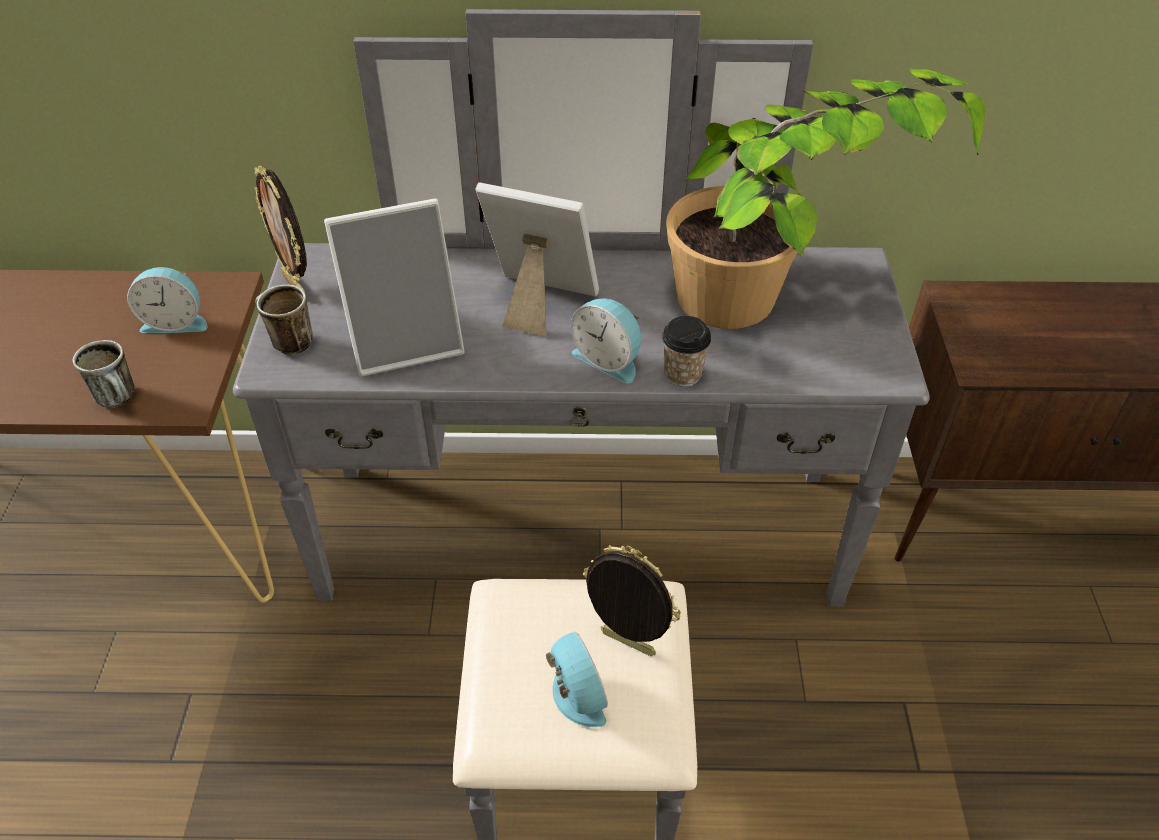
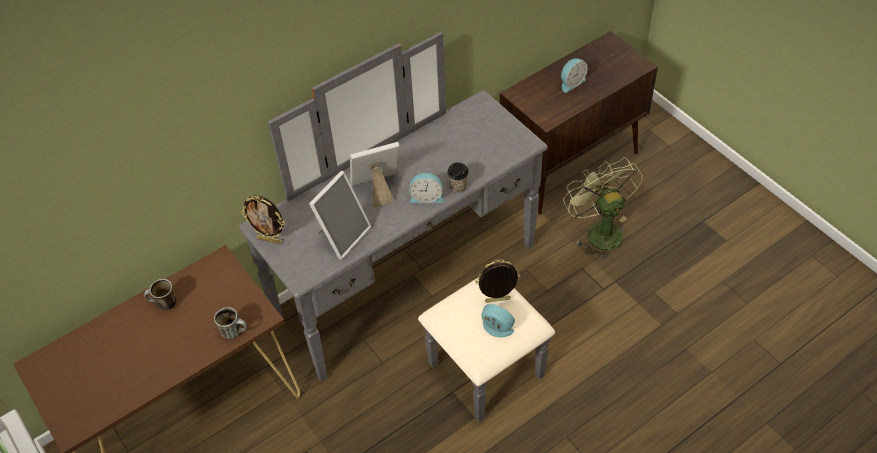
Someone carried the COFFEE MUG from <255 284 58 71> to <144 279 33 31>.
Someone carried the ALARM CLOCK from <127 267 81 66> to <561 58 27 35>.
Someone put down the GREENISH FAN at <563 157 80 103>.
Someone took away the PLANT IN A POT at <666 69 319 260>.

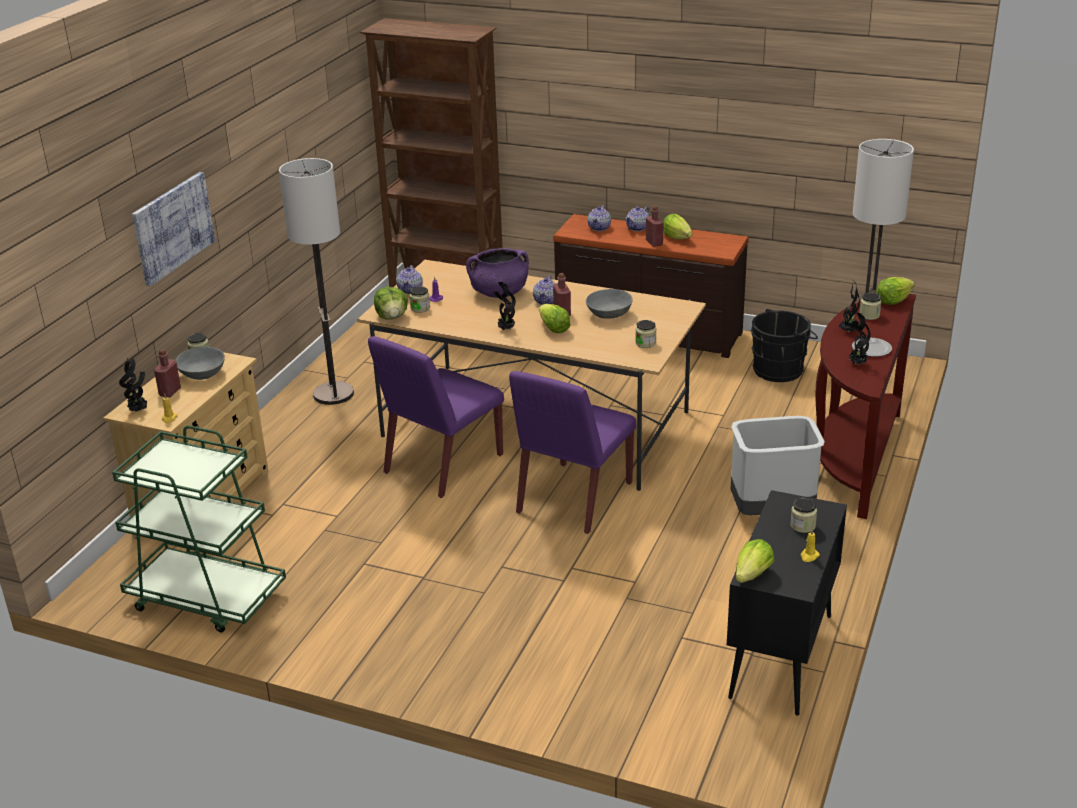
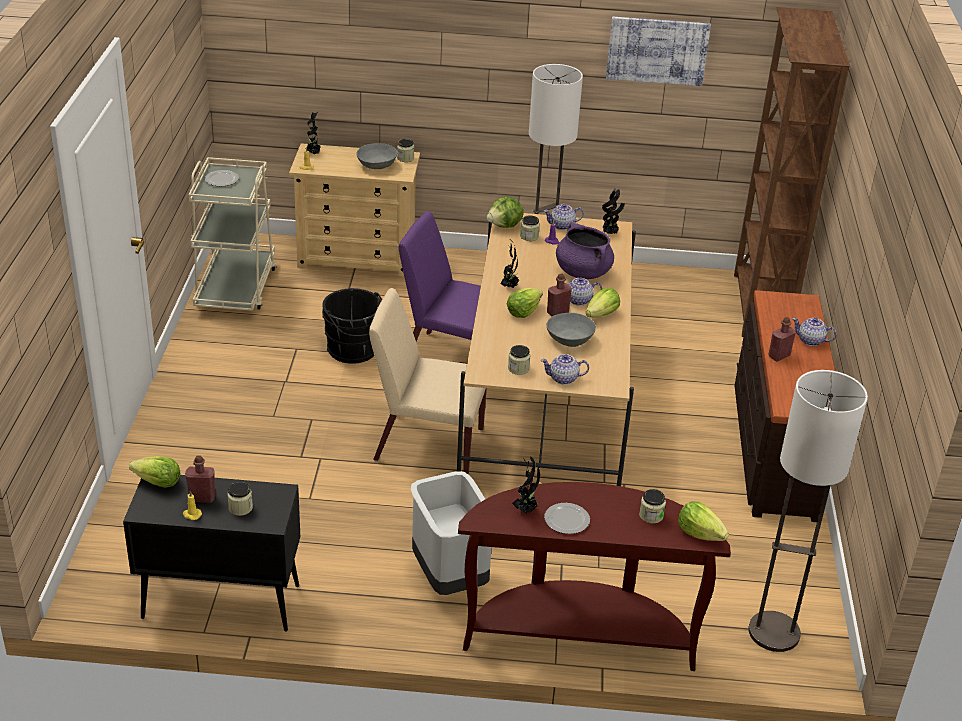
Someone carried the REDDISH BOTTLE from <154 349 27 49> to <185 455 31 48>.
Someone repainted the GREENISH CART at <112 425 174 208>, which became the BEIGE CART at <189 157 87 154>.
Someone put down the DINNER PLATE at <205 170 34 16>.
Someone carried the BLACKISH PAIL from <751 309 67 73> to <322 288 60 76>.
Someone repainted the PURPLE-COLOURED PLAIN CHAIR at <509 371 127 163>, which became the BEIGE PLAIN CHAIR at <369 288 118 186>.
Someone carried the POT FOR TEA from <587 205 24 26> to <541 354 48 31>.
Someone carried the HEAD OF LETTUCE from <663 214 30 26> to <586 288 34 30>.
Someone carried the PLANT IN A POT from <839 280 21 52> to <602 189 23 45>.
Someone carried the PICTURE from <132 172 83 114> to <606 17 105 69>.

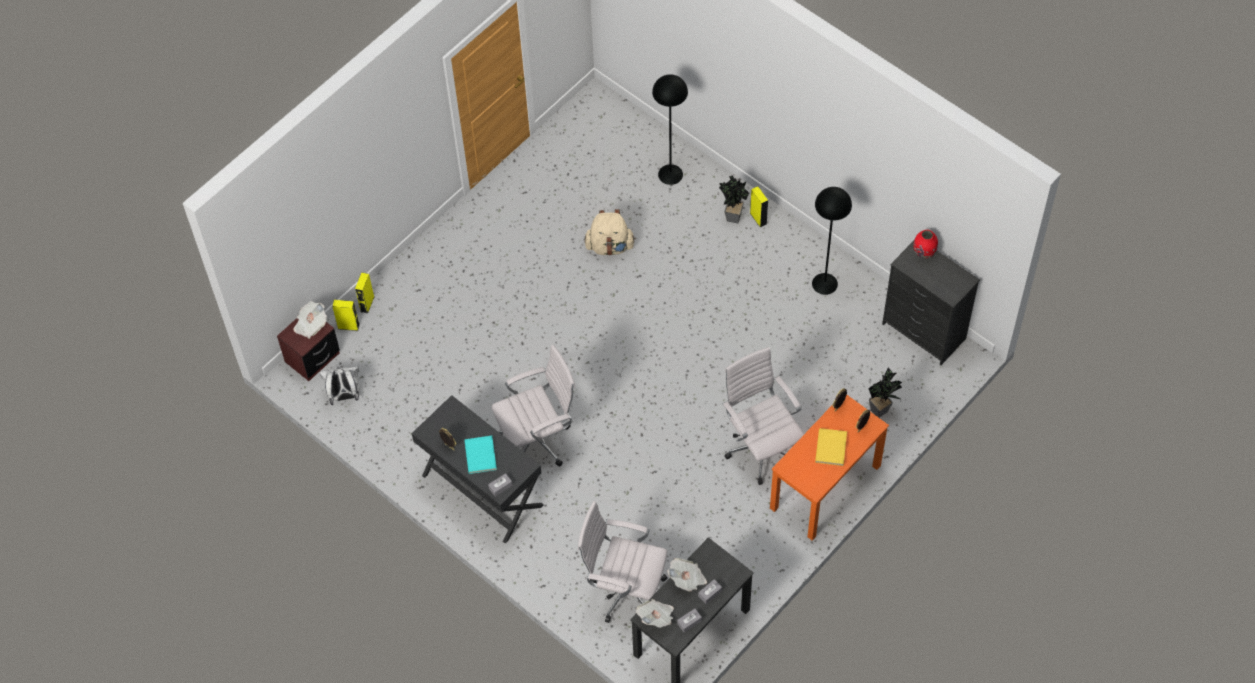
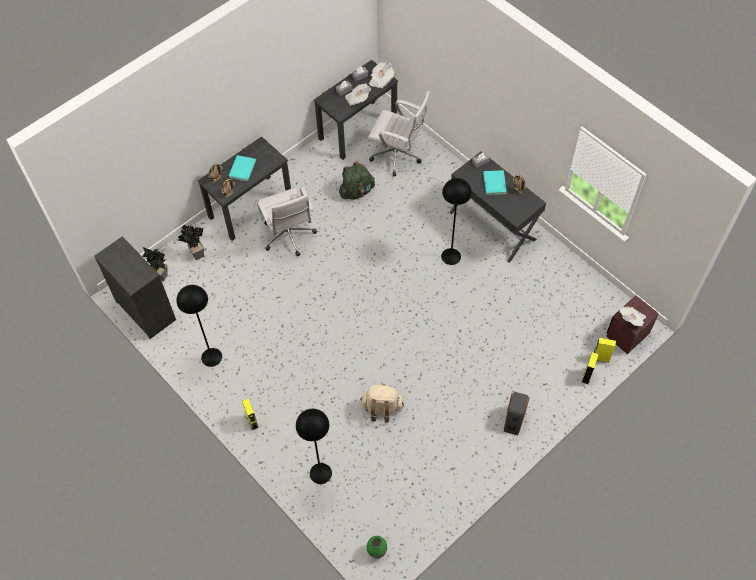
Someone carried the PLANT IN A POT from <719 175 30 48> to <143 248 25 33>.
Someone repainted the ORANGEY DESK at <770 395 119 145>, which became the BLACKISH DESK at <197 136 94 105>.
Someone repainted the YELLOW BOOK at <815 428 32 38>, which became the BLUE-GREEN BOOK at <229 155 27 26>.
Someone put down the GREENISH BACKPACK at <339 162 36 38>.
Someone put down the GREENISH DECORATIVE VASE at <367 536 20 23>.
Someone swapped the WHITISH DESK CHAIR at <491 345 84 121> for the BLACKISH STANDARD LAMP at <441 178 31 87>.
Someone put down the LOUDSPEAKER at <504 392 26 43>.
Someone took away the WHITISH BACKPACK at <320 366 40 39>.
Someone took away the REDDISH DECORATIVE VASE at <914 230 24 29>.

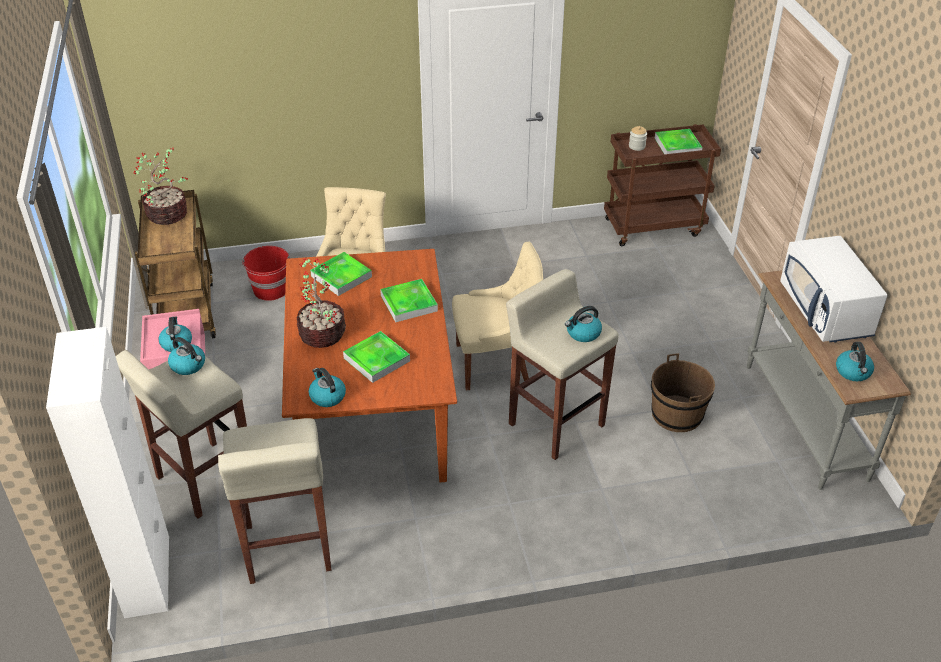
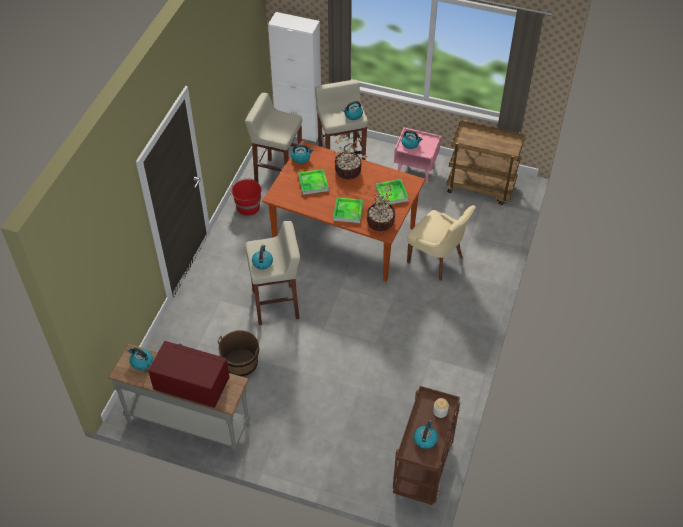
Someone repainted the WHITISH MICROWAVE at <780 236 108 106>, which became the REDDISH MICROWAVE at <148 341 82 67>.
Someone carried the REDDISH PAIL from <242 246 48 55> to <230 178 31 38>.
Someone carried the PLANT IN A POT from <133 148 55 77> to <367 184 28 47>.
Someone swapped the CARRYING TRAY at <655 129 47 25> for the WATER KETTLE at <414 420 24 29>.
Someone took away the BEIGE PLAIN CHAIR at <452 242 91 148>.

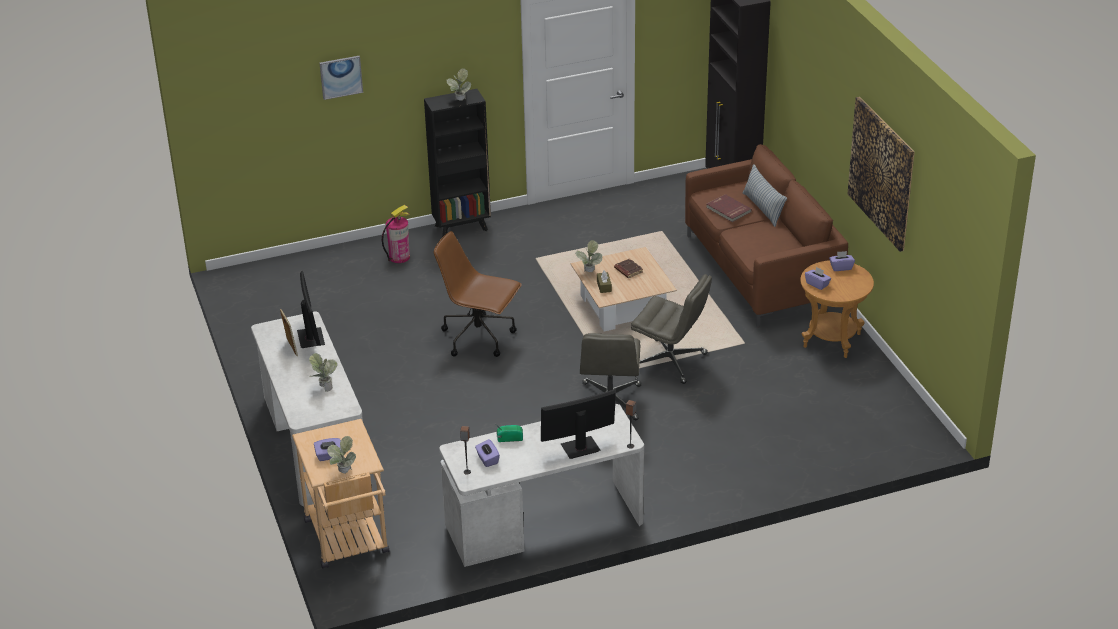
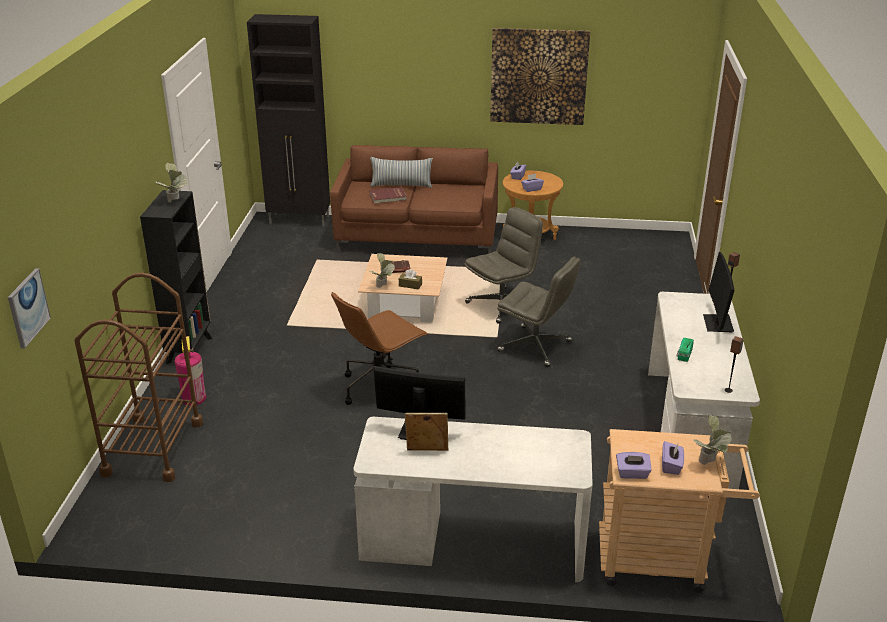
Someone carried the PICTURE from <320 56 43 44> to <8 268 43 81>.
Someone put down the BROWN CART at <75 273 128 209>.
Someone carried the PURPLE-COLOURED BOX OF TISSUES from <475 439 25 28> to <616 452 36 27>.
Someone took away the PLANT IN A POT at <309 353 29 39>.

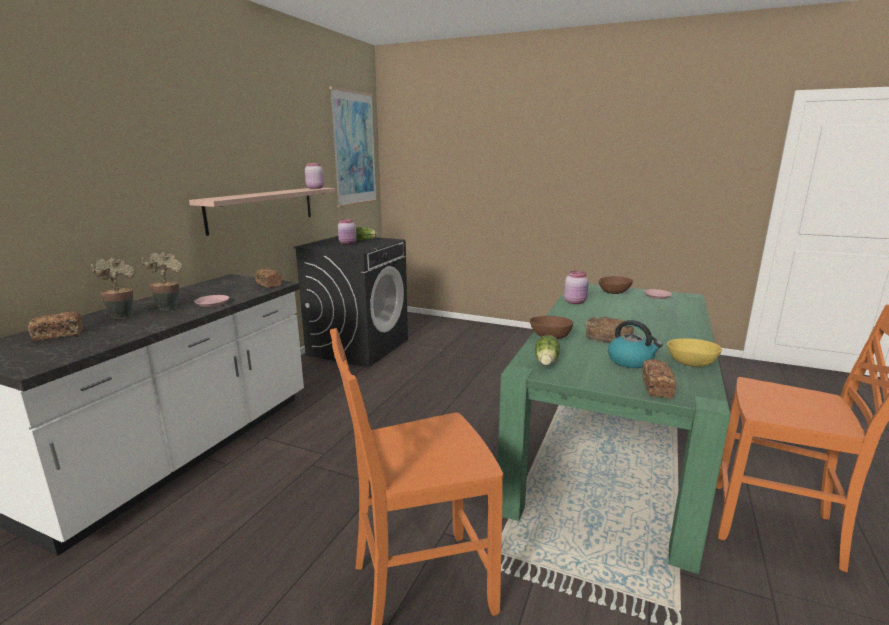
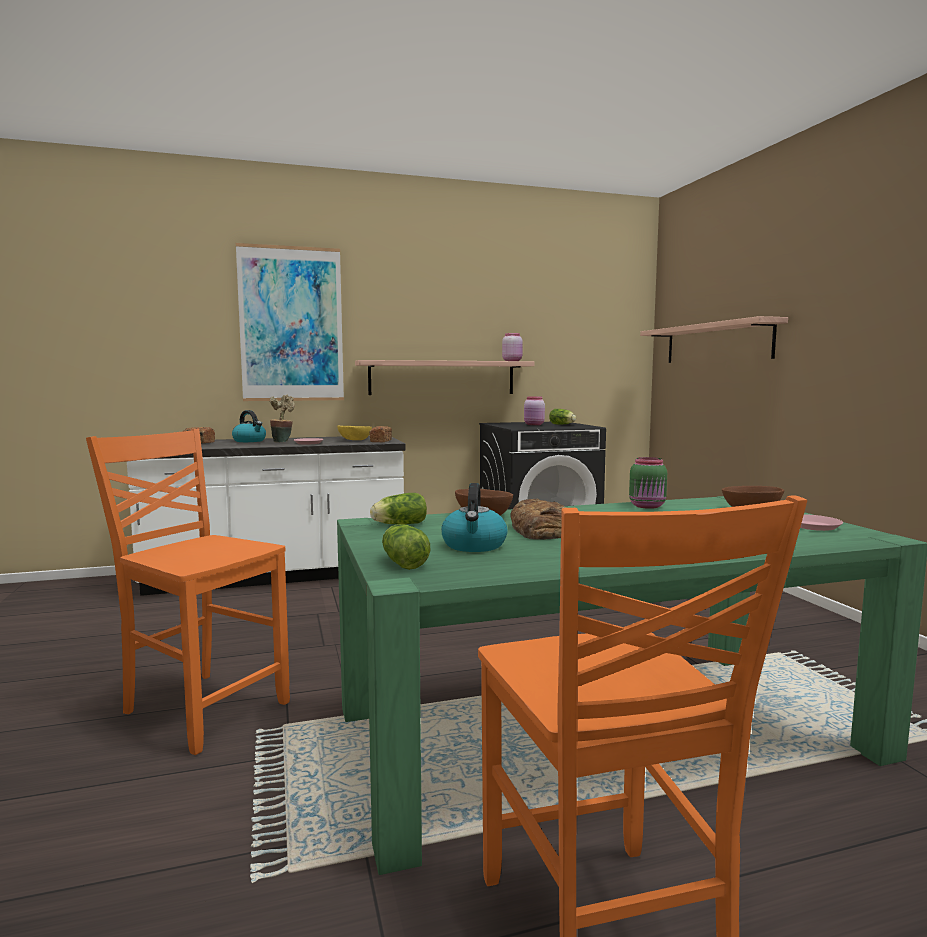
Someone swapped the PLANT IN A POT at <90 258 45 61> for the WATER KETTLE at <232 410 34 32>.
Someone carried the PICTURE from <329 86 48 122> to <236 243 108 158>.
Someone carried the YELLOW DEEP DISH from <667 338 55 29> to <337 426 35 14>.
Someone swapped the BAKED BREAD at <642 359 34 40> for the HEAD OF LETTUCE at <382 524 48 46>.
Someone repainted the PINK-COLOURED JAR at <564 271 25 33>, which became the GREENISH JAR at <629 457 38 52>.
Someone put up the BRACKET SHELF at <640 316 148 47>.

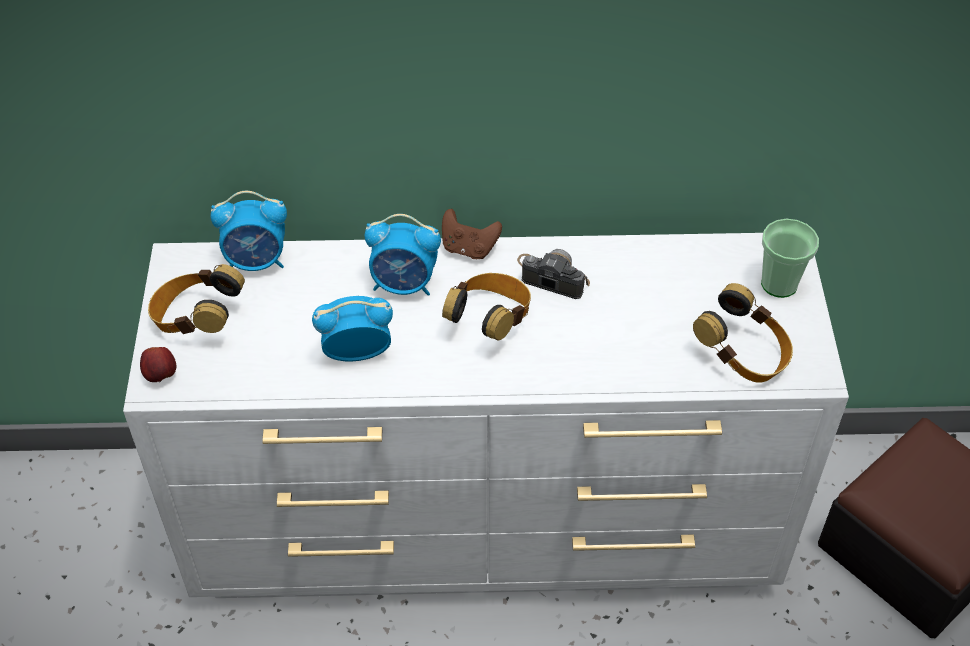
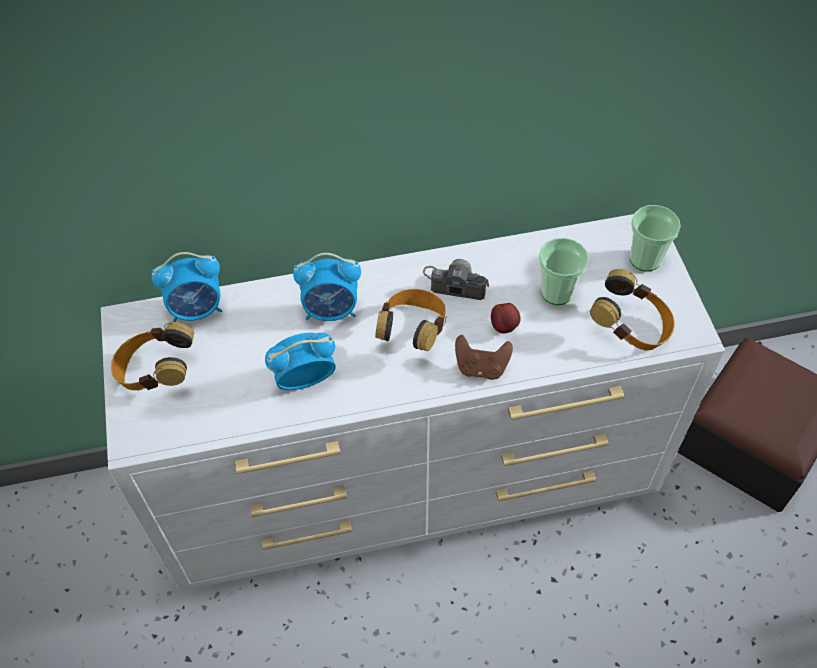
Someone carried the BROWN GAMEPAD from <442 209 60 50> to <455 335 58 45>.
Someone carried the WHOLE APPLE from <140 347 36 35> to <491 303 30 30>.
Someone put down the DRINKING CUP at <539 238 50 67>.

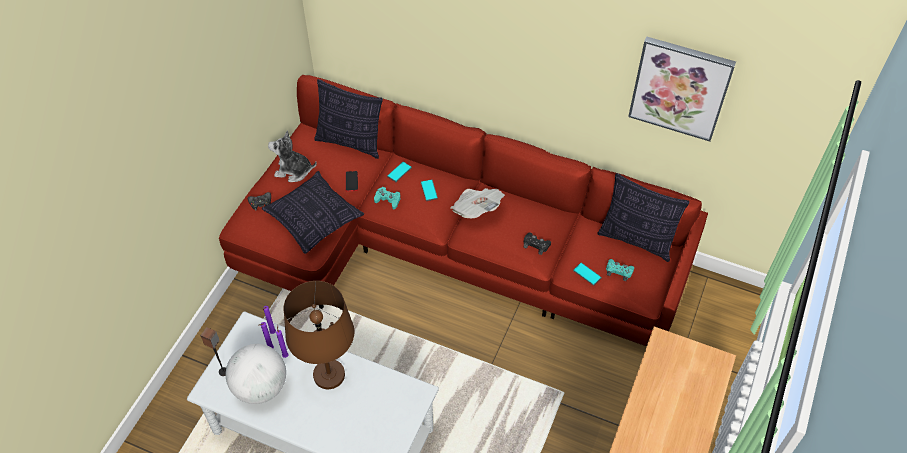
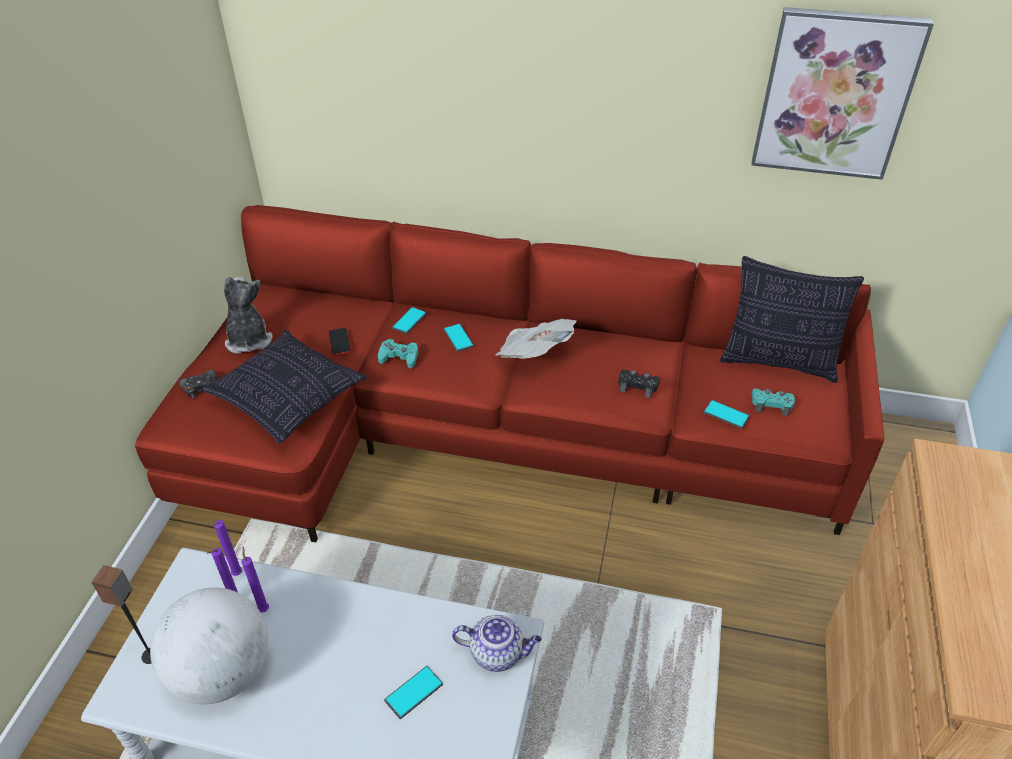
Someone rotated the CUDDLY TOY at <268 131 49 51> by 75 degrees clockwise.
Someone put down the PHONE at <384 666 59 53>.
Someone put down the POT FOR TEA at <452 615 90 57>.
Someone took away the BROWN TABLE LAMP at <284 281 70 108>.
Someone took away the THROW PILLOW at <314 79 69 80>.

